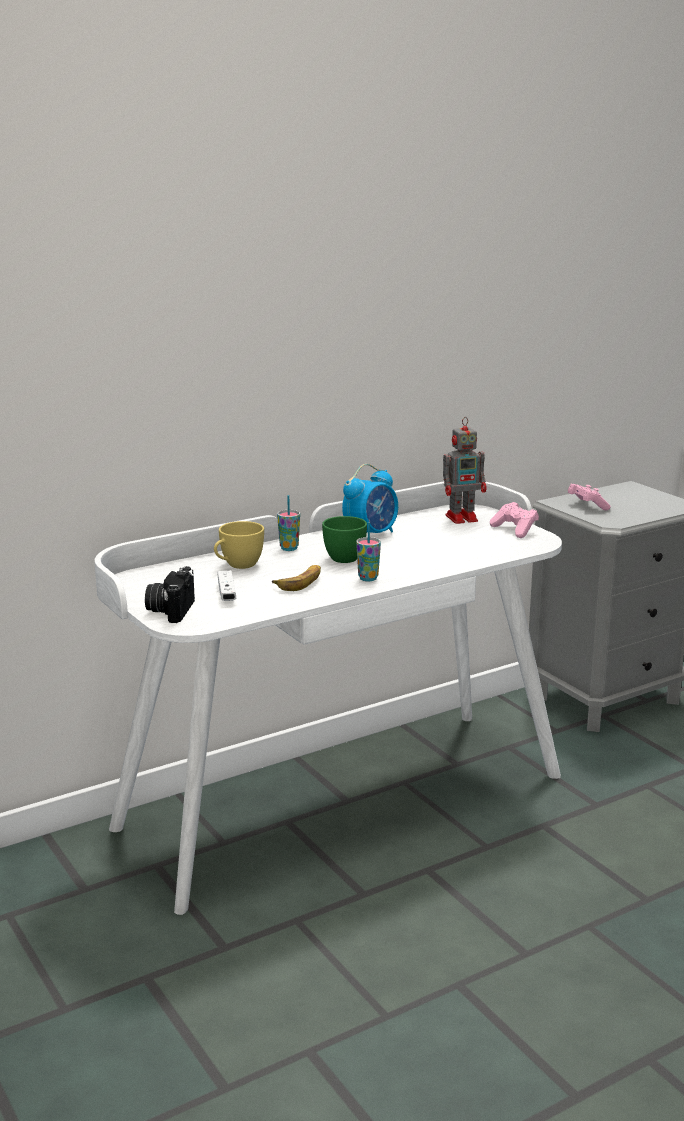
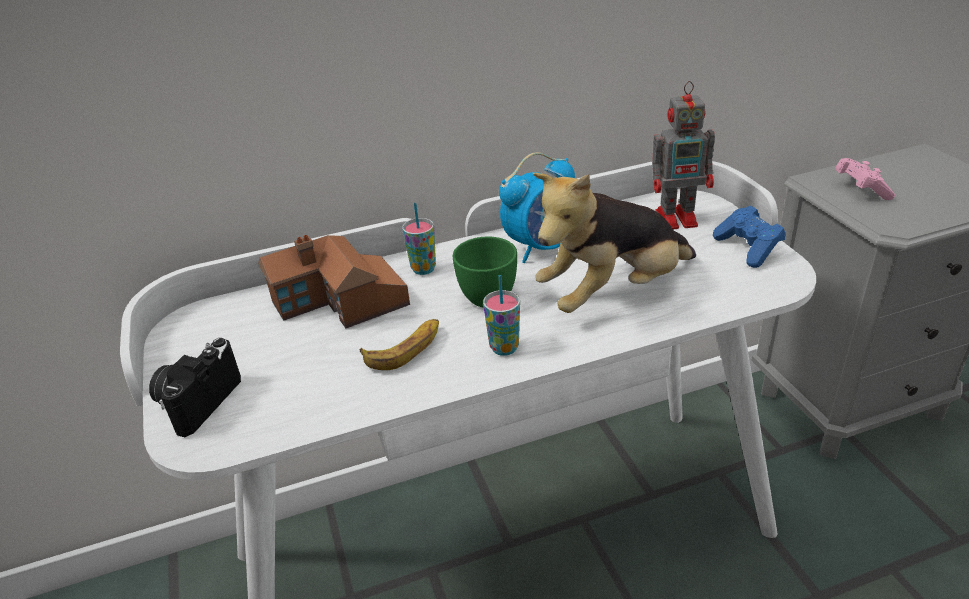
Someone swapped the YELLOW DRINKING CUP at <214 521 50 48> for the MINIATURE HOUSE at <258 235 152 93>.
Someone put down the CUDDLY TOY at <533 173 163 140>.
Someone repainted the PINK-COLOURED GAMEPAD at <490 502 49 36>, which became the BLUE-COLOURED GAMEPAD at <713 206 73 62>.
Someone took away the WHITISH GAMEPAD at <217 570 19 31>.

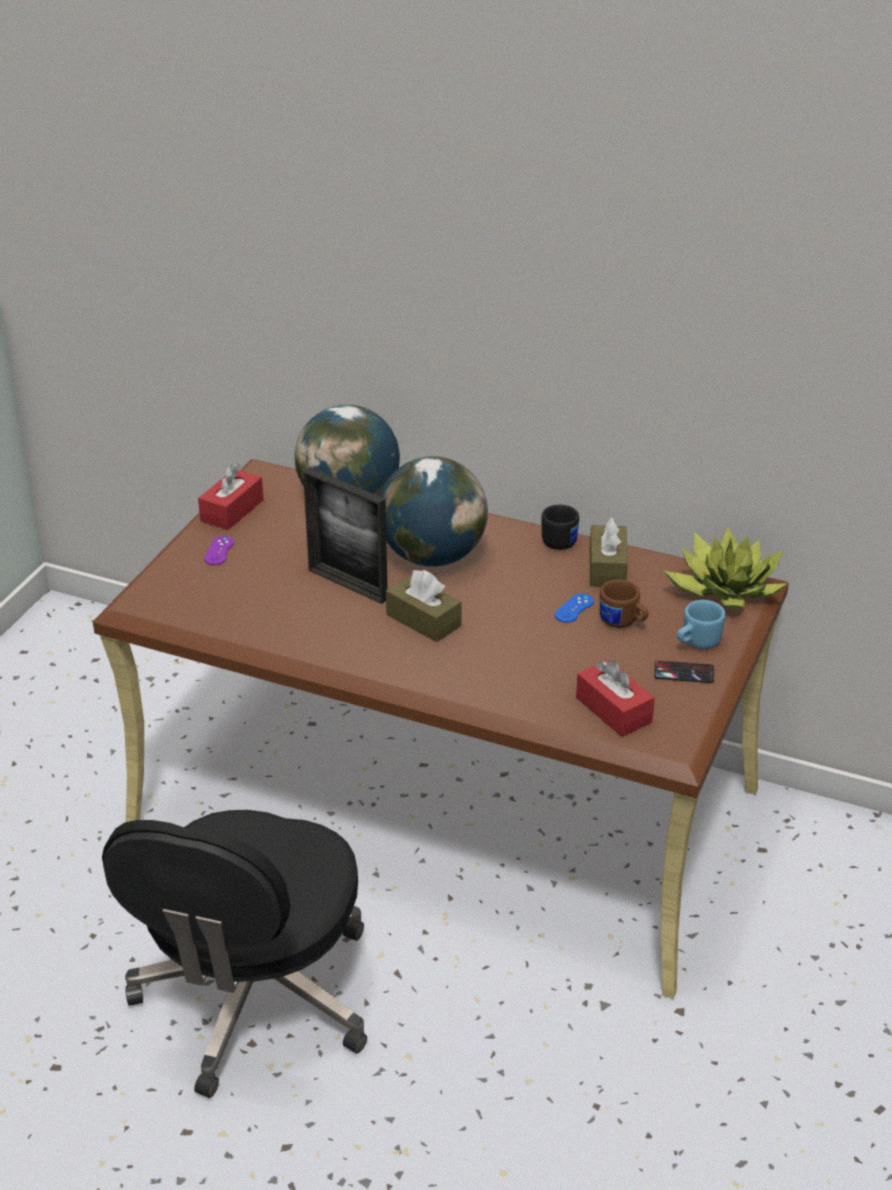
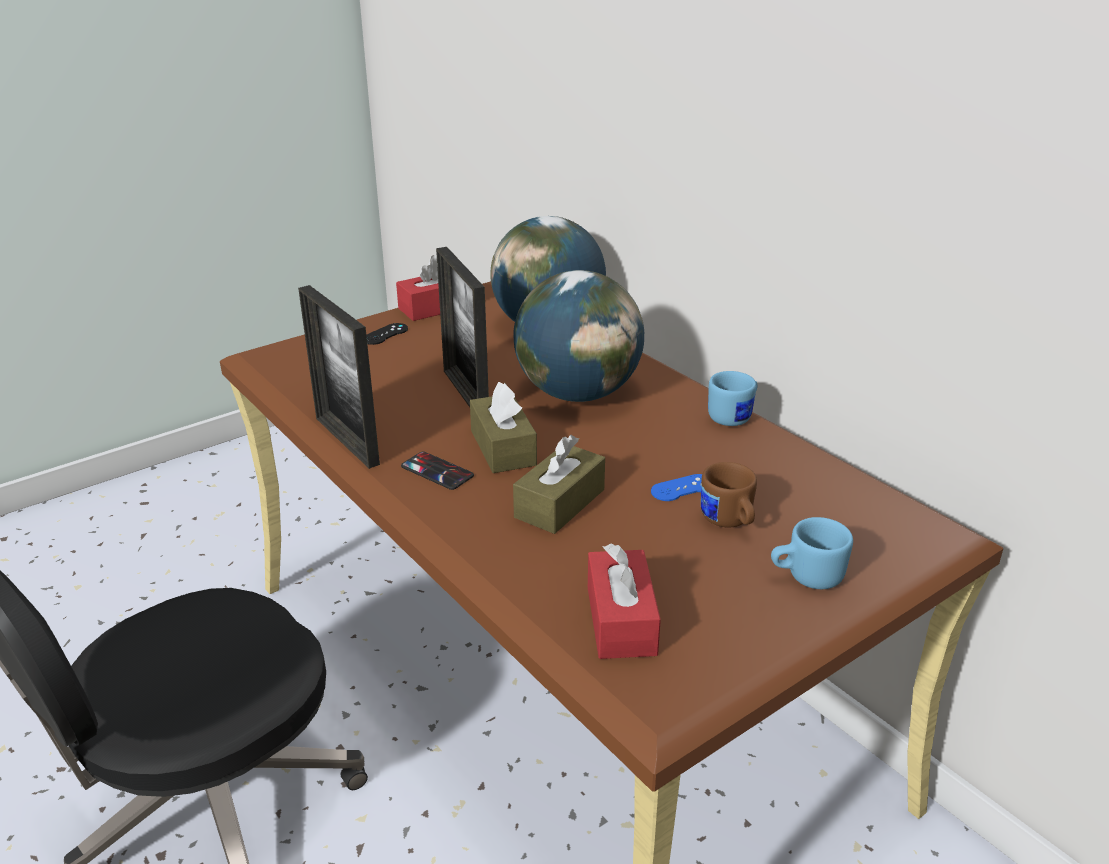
Someone put down the PICTURE FRAME at <298 285 82 184>.
Someone repainted the PURPLE-COLOURED GAMEPAD at <204 536 30 29>, which became the BLACKISH GAMEPAD at <366 323 42 22>.
Someone carried the PHONE from <654 661 60 22> to <401 452 73 38>.
Someone carried the BROWN BOX OF TISSUES from <590 517 38 70> to <513 435 92 99>.
Someone repainted the BLACKISH COFFEE MUG at <541 505 38 45>, which became the BLUE-COLOURED COFFEE MUG at <708 371 50 55>.
Someone took away the PLANT IN A POT at <664 527 124 83>.

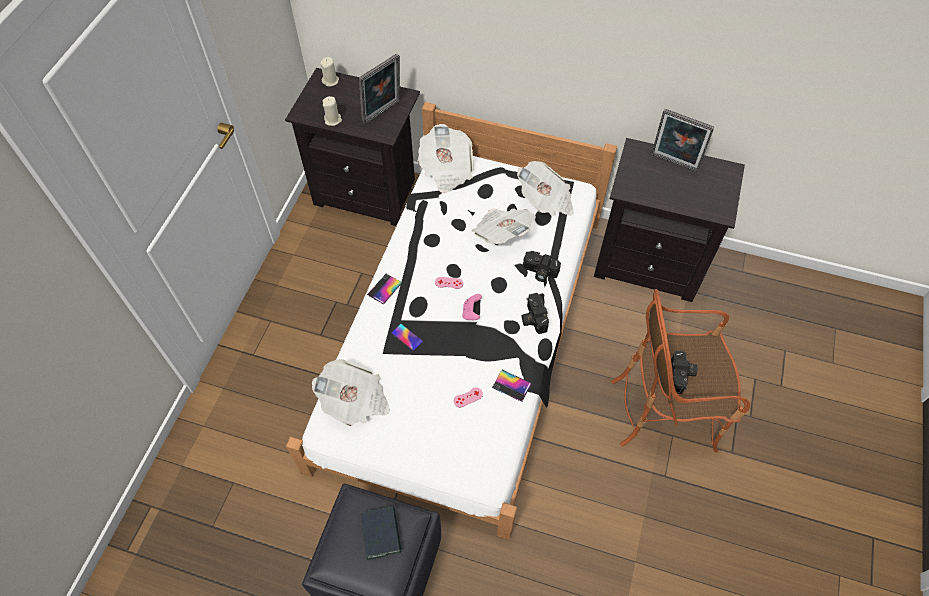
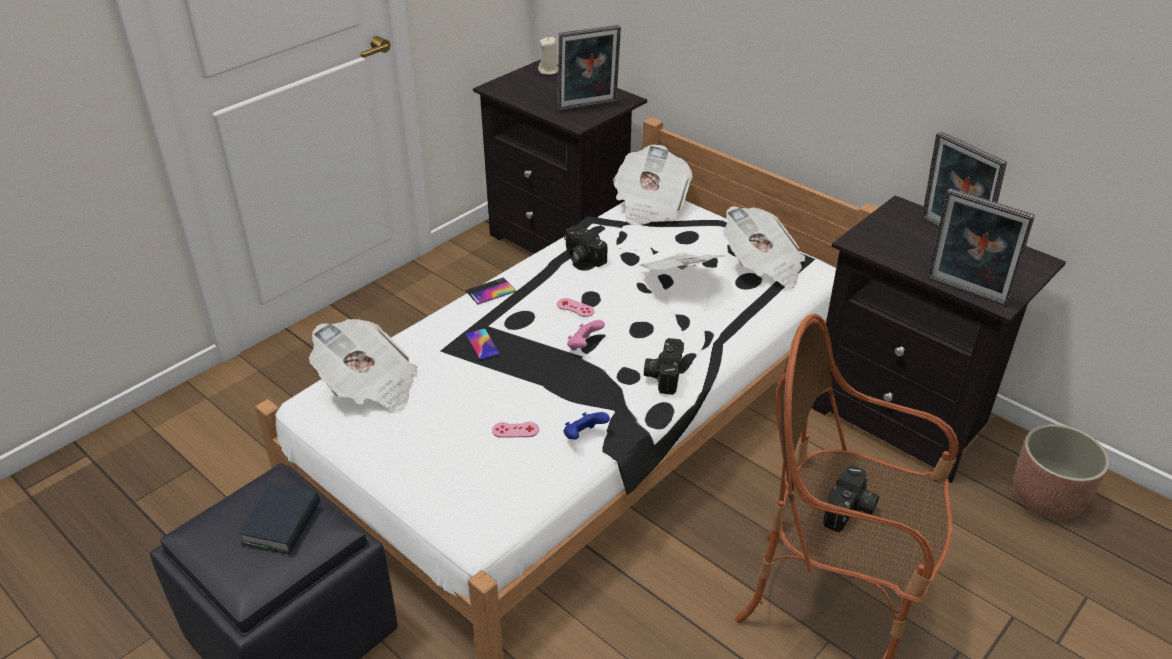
Someone swapped the PHONE at <492 370 40 32> for the BLUE-COLOURED GAMEPAD at <563 412 47 28>.
Someone carried the PHOTO CAMERA from <523 251 38 31> to <564 226 43 41>.
Someone put down the PICTURE FRAME at <928 188 107 118>.
Someone put down the PLANTER at <1014 424 95 96>.
Someone took away the BEIGE WAX CANDLE at <323 96 19 30>.

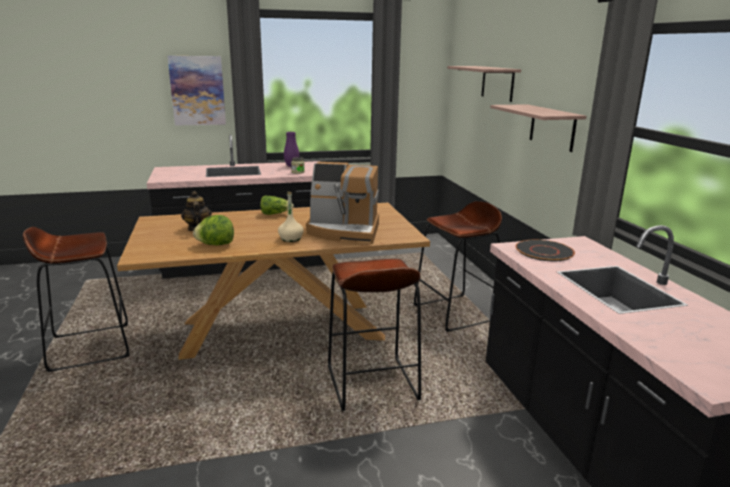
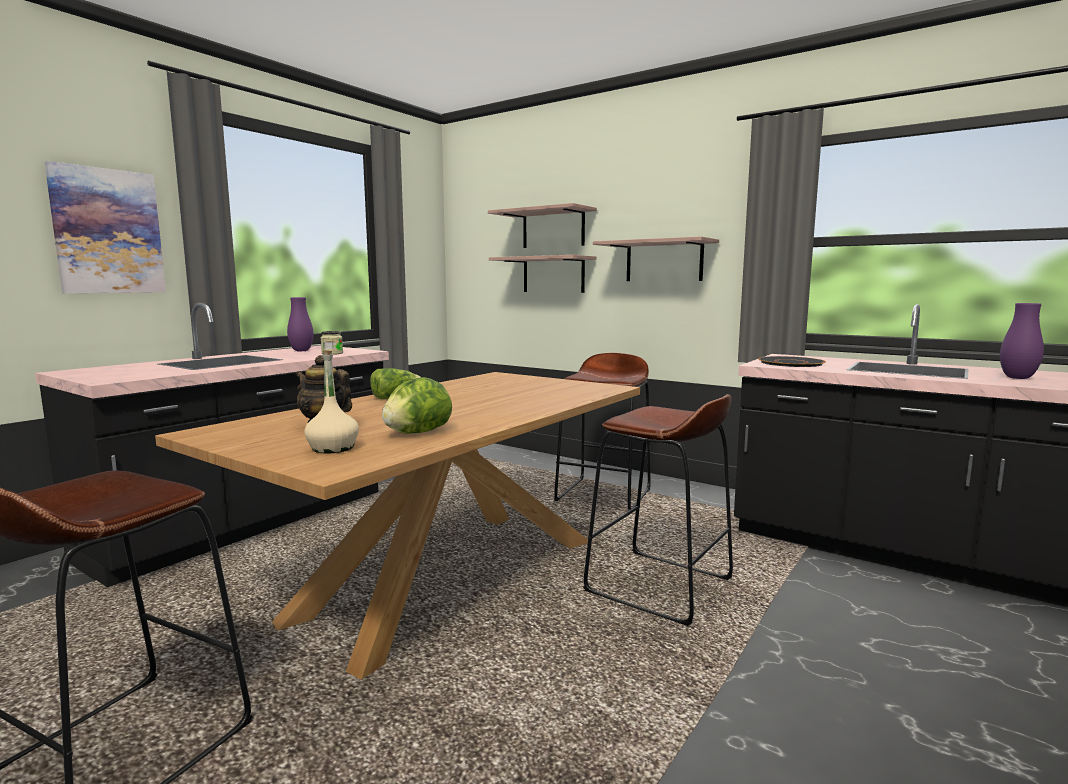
Someone carried the BEIGE BOTTLE from <278 192 26 50> to <304 350 55 103>.
Someone put up the BRACKET SHELF at <489 255 107 38>.
Someone put down the PURPLE-COLOURED DECORATIVE VASE at <1000 303 44 76>.
Someone took away the COFFEE MAKER at <306 162 73 82>.

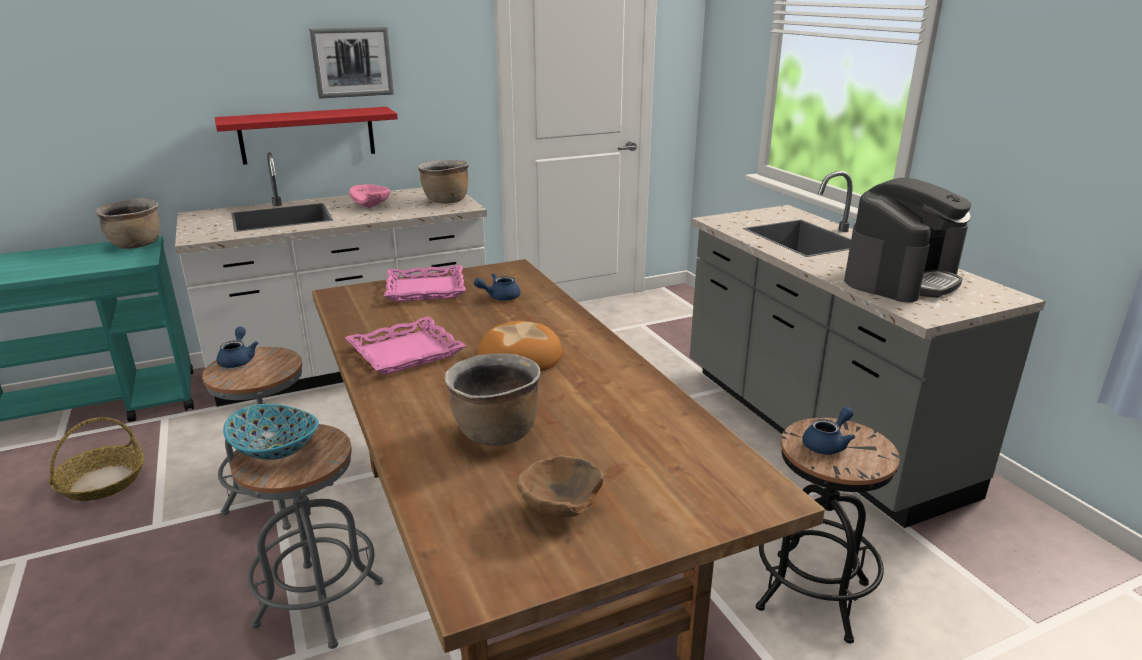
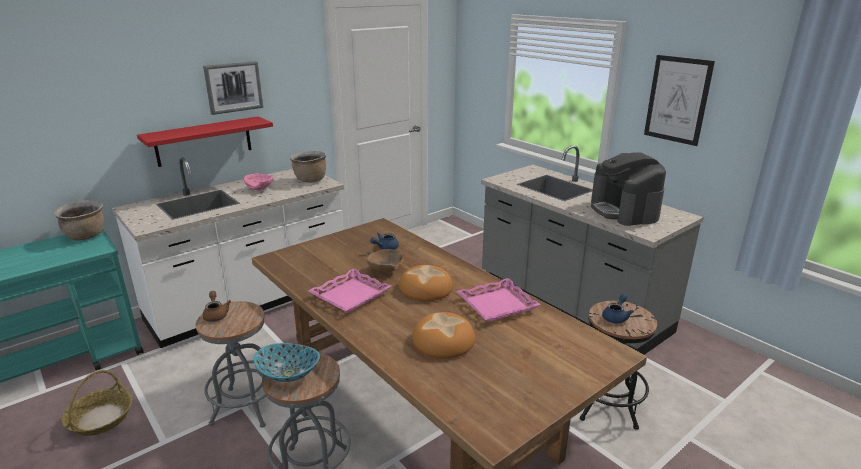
Someone repainted the BLUE-COLOURED POT FOR TEA at <217 327 41 41>, which became the BROWN POT FOR TEA at <202 291 29 31>.
Someone carried the BROWN DEEP DISH from <517 455 87 63> to <367 249 36 24>.
Someone swapped the BROWN STOCKPOT at <445 354 96 92> for the BAKED BREAD at <412 312 63 47>.
Someone carried the PINK-COLOURED CARRYING TRAY from <384 265 82 37> to <456 278 85 44>.
Someone rotated the COFFEE MAKER at <844 177 127 125> by 135 degrees clockwise.
Someone put up the PICTURE at <644 55 71 91>.

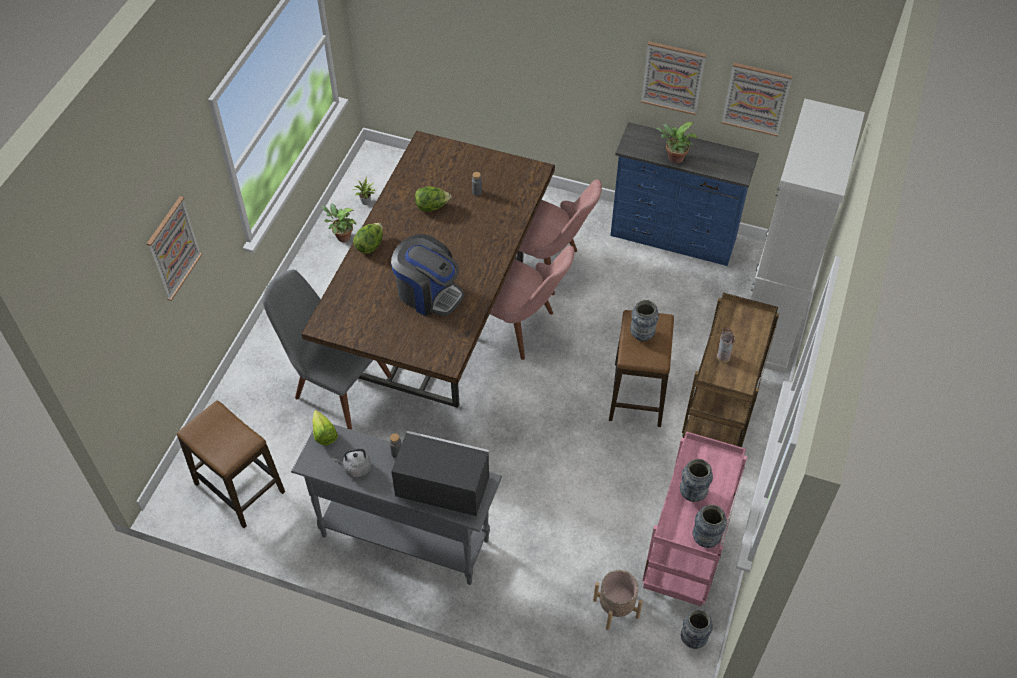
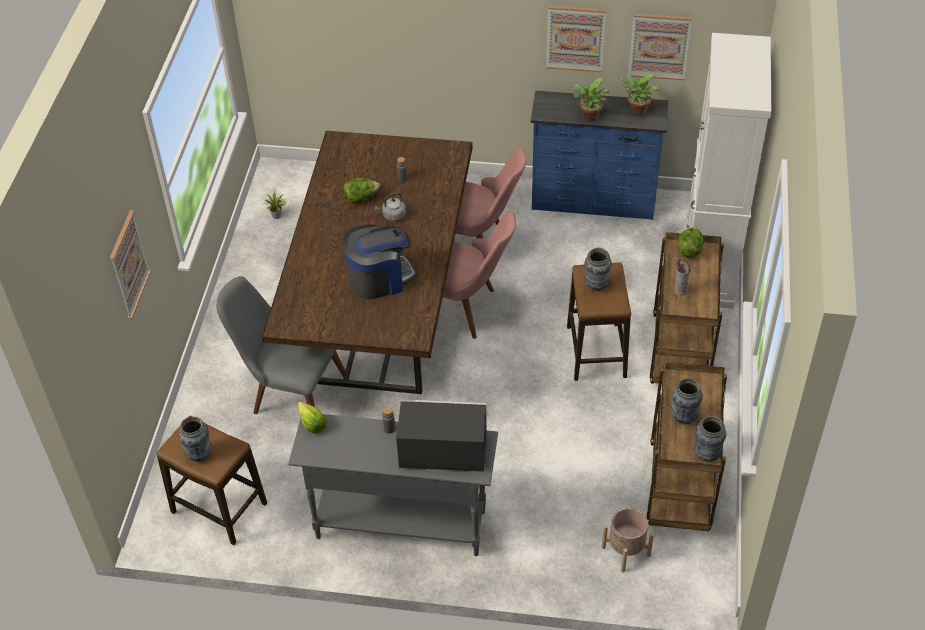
Someone carried the DECORATIVE VASE from <681 609 32 40> to <179 417 33 45>.
Someone rotated the COFFEE MAKER at <391 234 73 82> by 45 degrees counterclockwise.
Someone carried the GREY WATER KETTLE from <334 449 37 29> to <375 193 31 28>.
Someone carried the PLANT IN A POT from <321 203 35 39> to <618 74 40 42>.
Someone repainted the PINK-COLOURED CART at <642 431 105 175>, which became the BROWN CART at <646 362 81 169>.
Someone carried the HEAD OF LETTUCE from <353 223 30 31> to <677 226 27 32>.

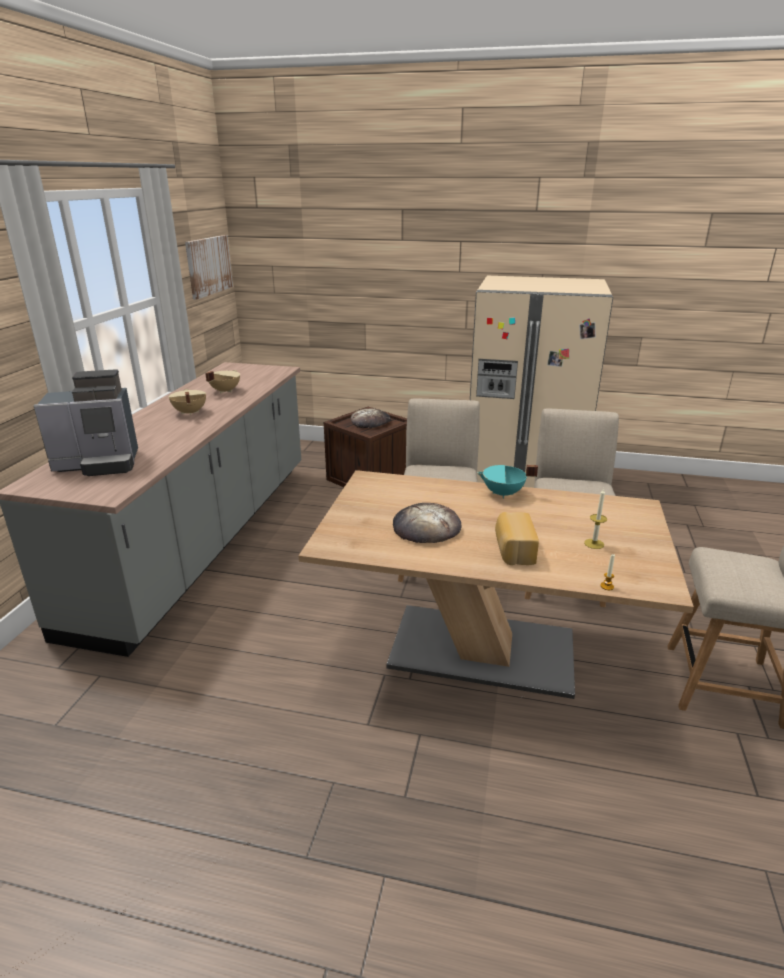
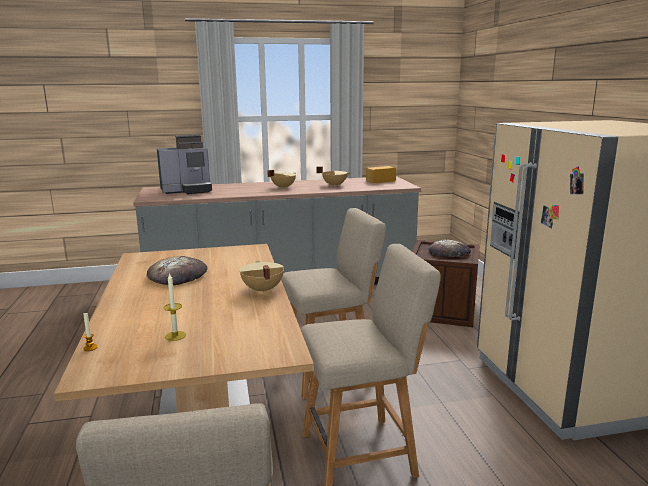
Someone rotated the COFFEE MAKER at <33 369 105 107> by 75 degrees counterclockwise.
Someone repainted the BLUE-GREEN STOCKPOT at <477 465 61 33>, which became the BEIGE STOCKPOT at <239 261 45 33>.
Someone carried the BAKED BREAD from <495 512 44 53> to <366 166 30 17>.
Someone took away the PICTURE at <185 235 48 64>.

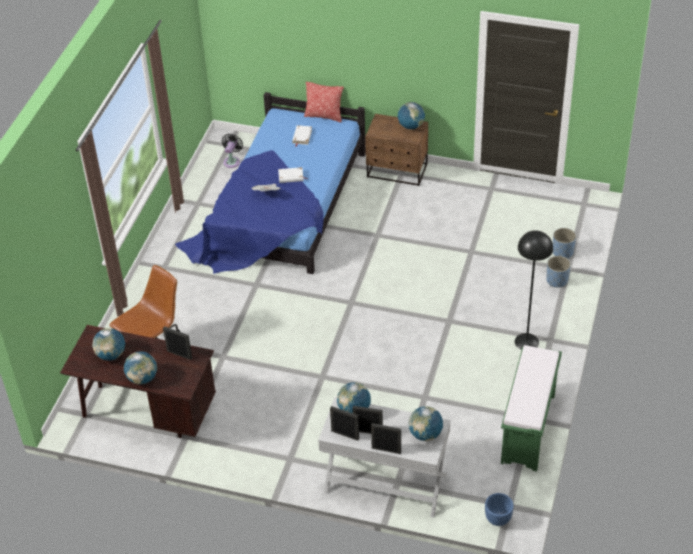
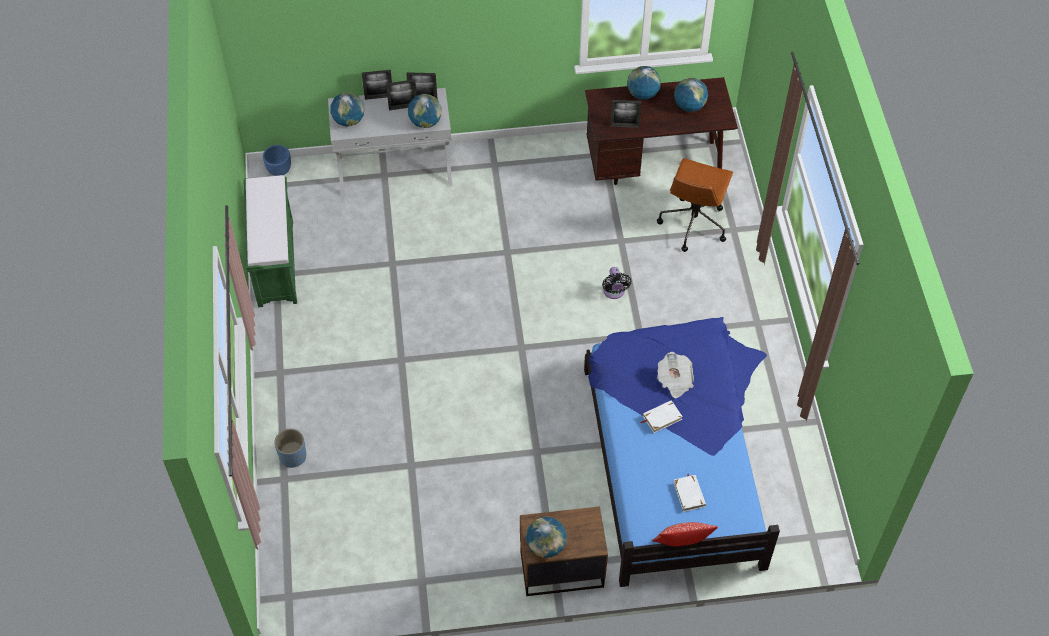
Someone carried the BLACKISH FAN from <222 134 21 34> to <602 267 29 32>.
Someone took away the BLACKISH STANDARD LAMP at <515 230 38 120>.
Someone took away the BLUE-COLOURED PLANTER at <553 228 23 30>.

